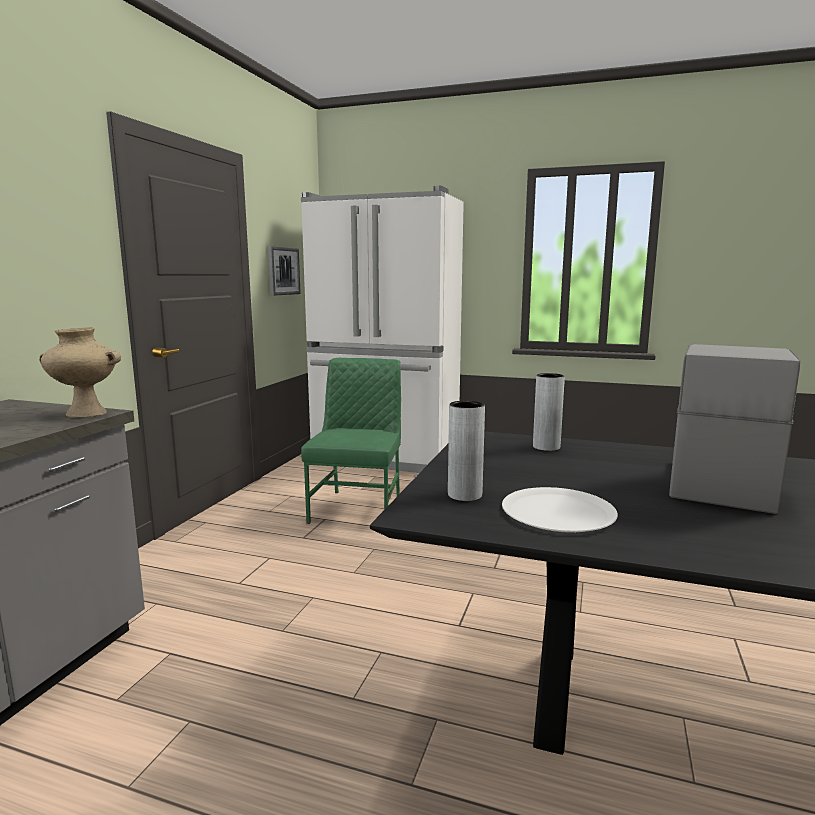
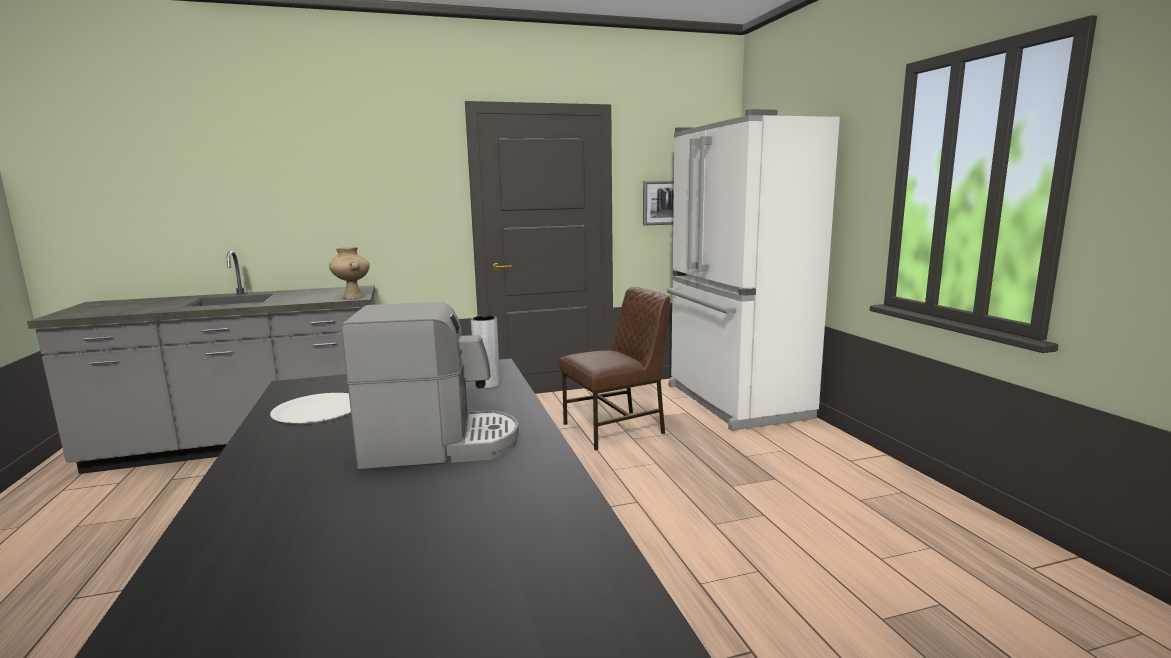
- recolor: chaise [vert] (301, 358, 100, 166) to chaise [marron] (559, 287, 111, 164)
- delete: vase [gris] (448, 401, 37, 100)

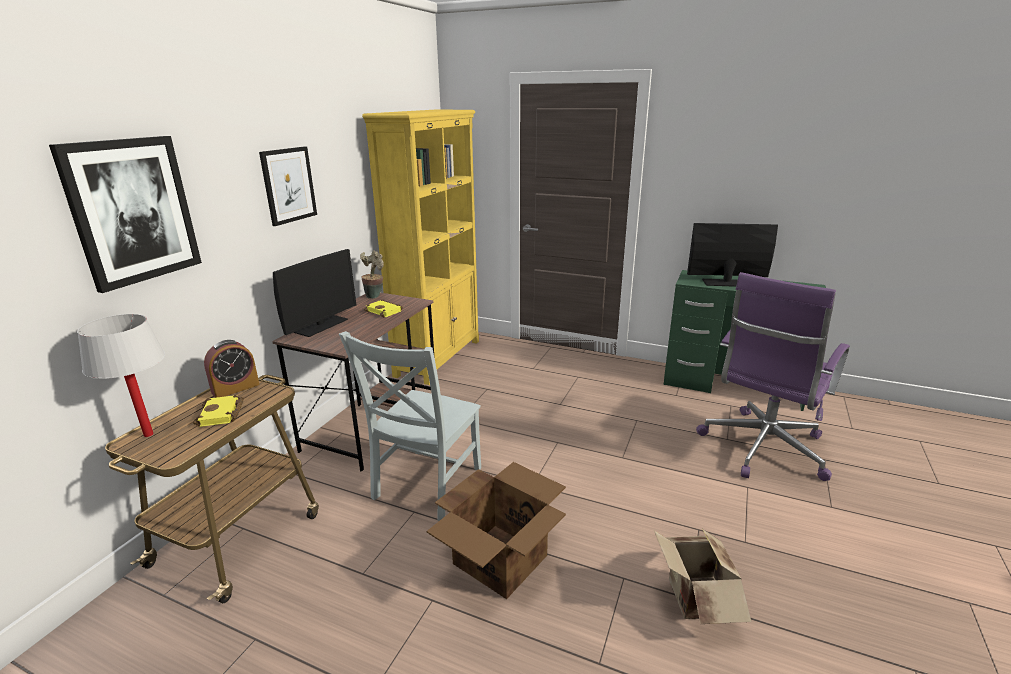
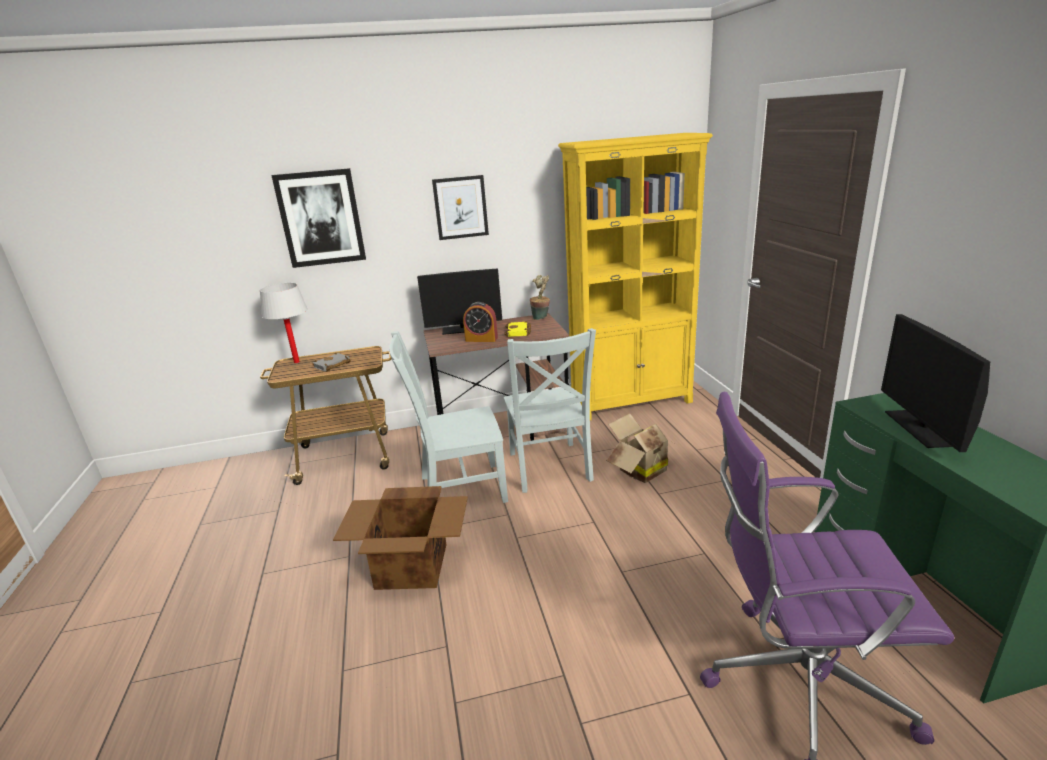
- recolor: livre [jaune] (193, 395, 51, 32) to livre [gris] (312, 353, 39, 19)
- move: réveil (204, 340, 56, 58) to (463, 302, 35, 40)
- move: carton (654, 529, 97, 95) to (606, 414, 70, 69)
- rotate: écran d'ordinateur (687, 223, 91, 64) = (881, 314, 109, 138) 150 degrees counterclockwise
- insert: chaise [gris] (504, 328, 92, 165)

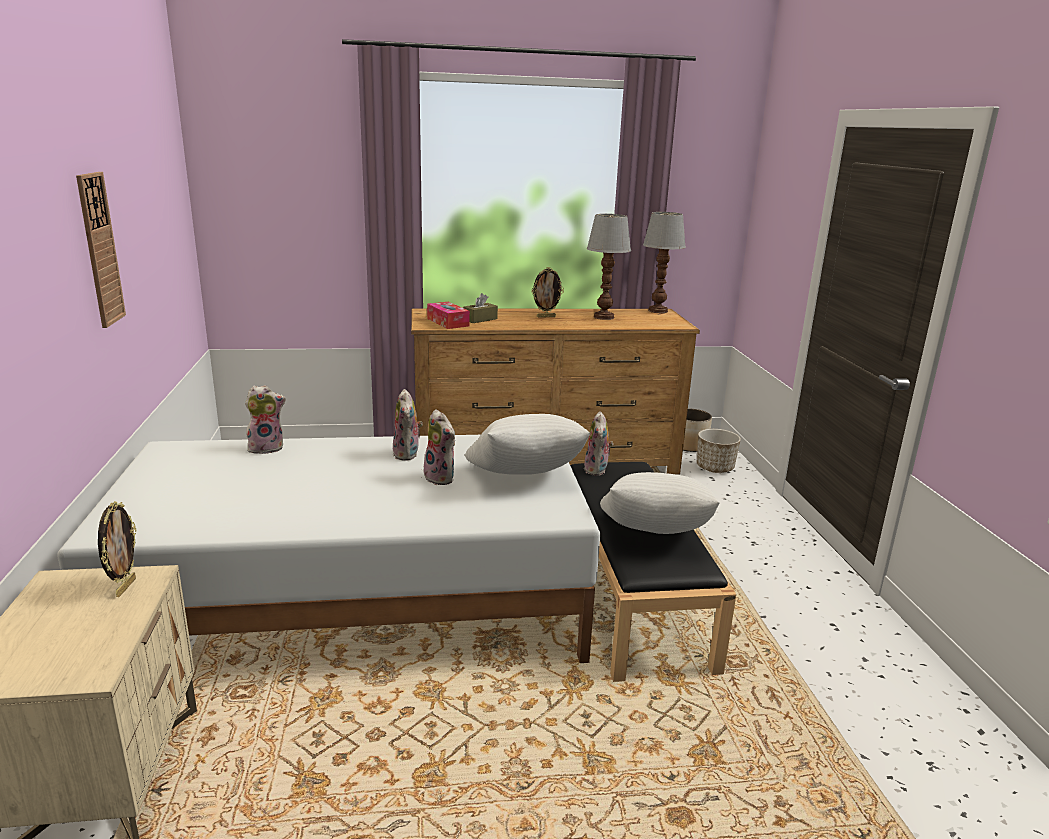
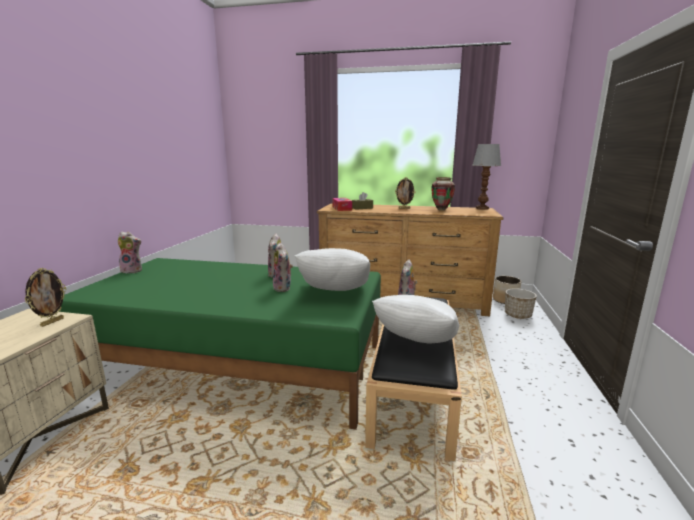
- recolor: lit [blanc] (57, 435, 543, 228) to lit [vert] (59, 258, 322, 172)
- delete: horloge murale (76, 172, 50, 156)
- move: peluche (245, 385, 41, 69) to (118, 231, 24, 42)
- replace: lampe de table (587, 214, 44, 106) to vase (431, 177, 24, 33)

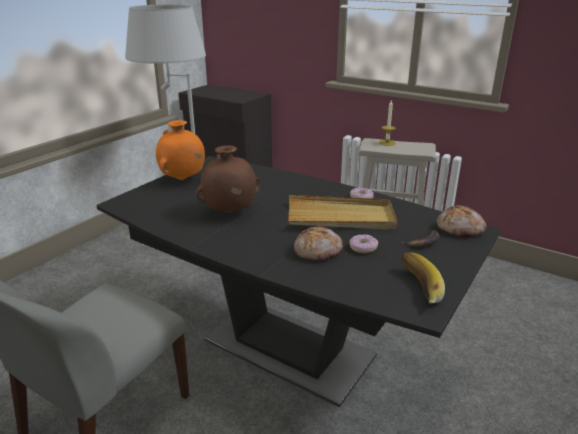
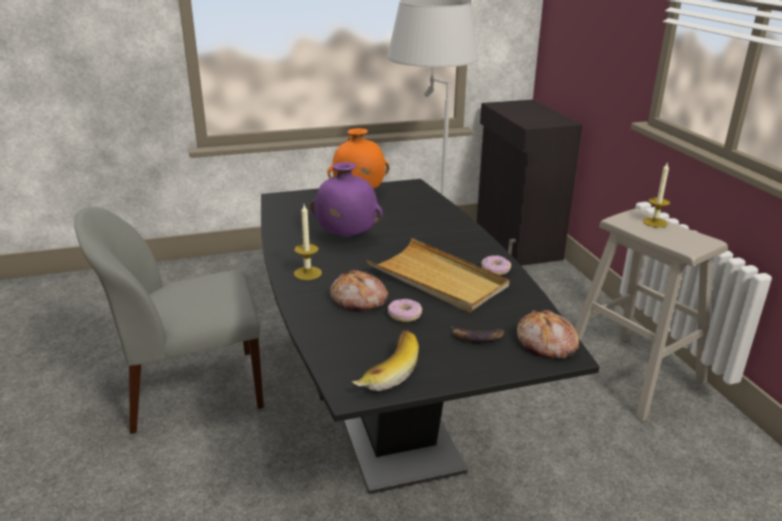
- recolor: vase [marron] (196, 145, 65, 68) to vase [violet] (310, 162, 73, 75)
- insert: bougie (294, 205, 28, 75)

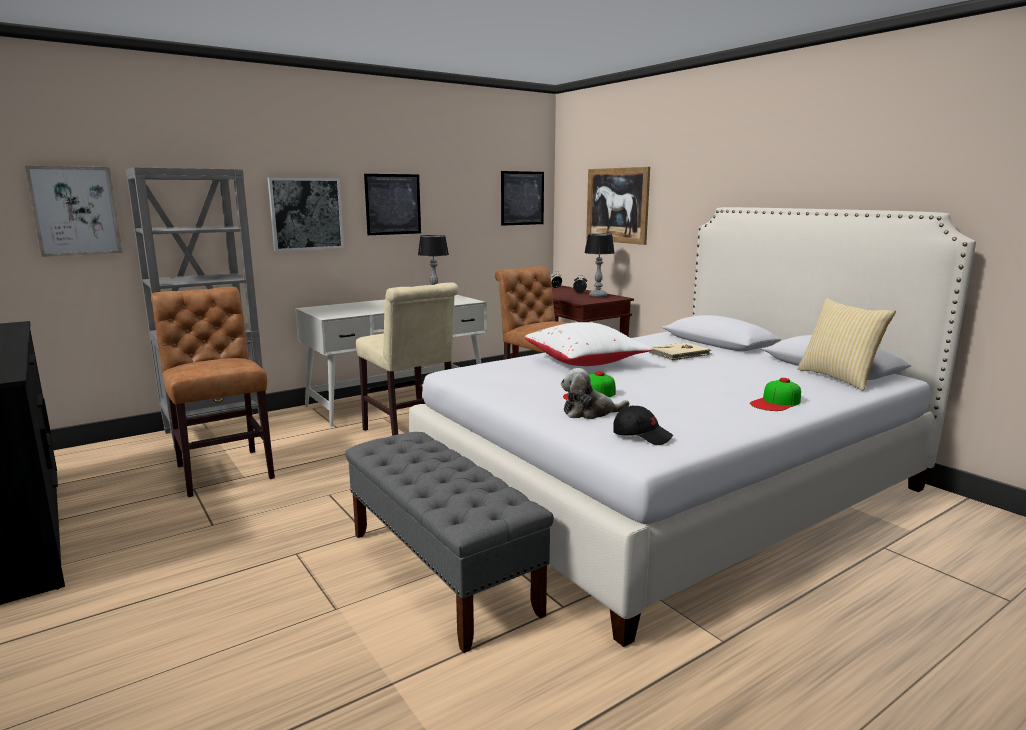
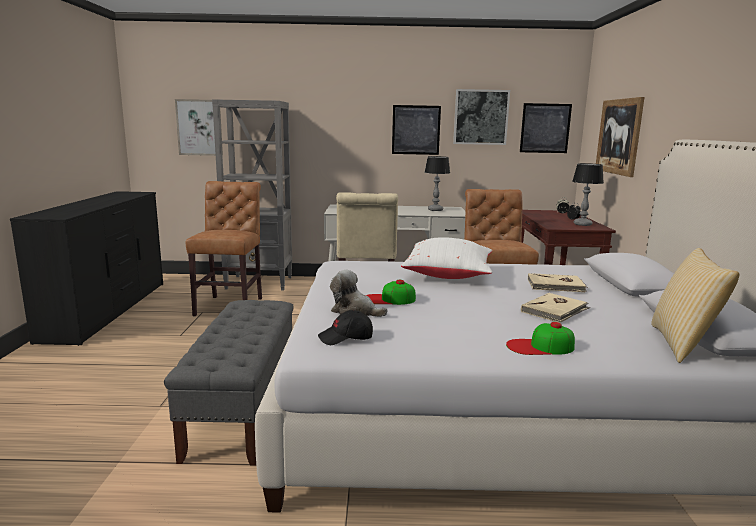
- move: tableau (268, 178, 76, 73) to (453, 89, 57, 56)
- rotate: casquette [noir] (613, 406, 60, 39) = (318, 310, 55, 35) 105 degrees clockwise
- insert: livre [beige] (521, 293, 69, 30)

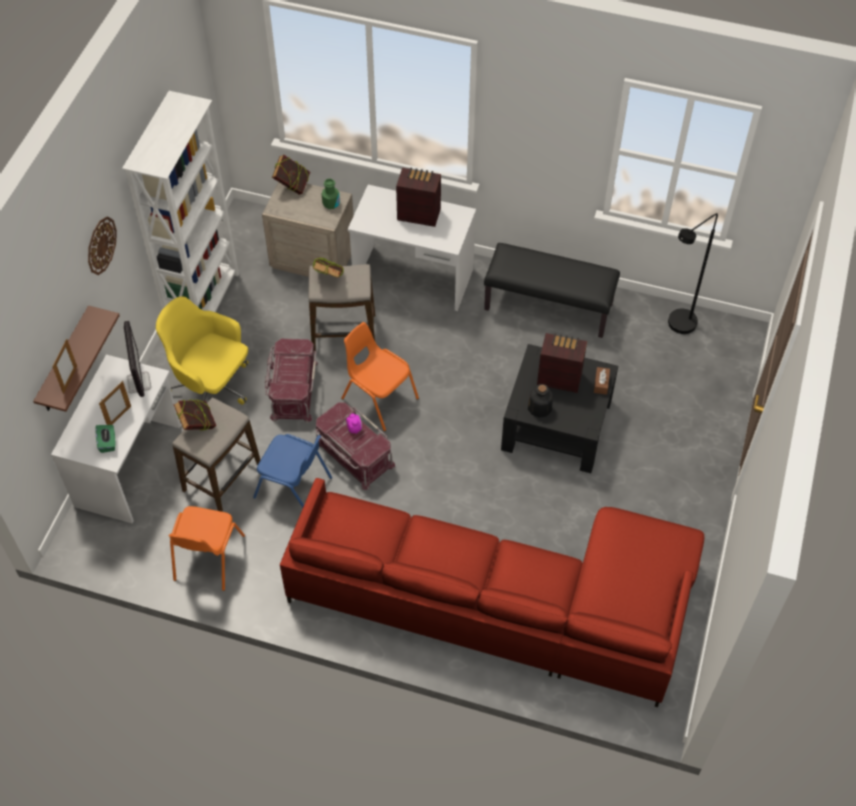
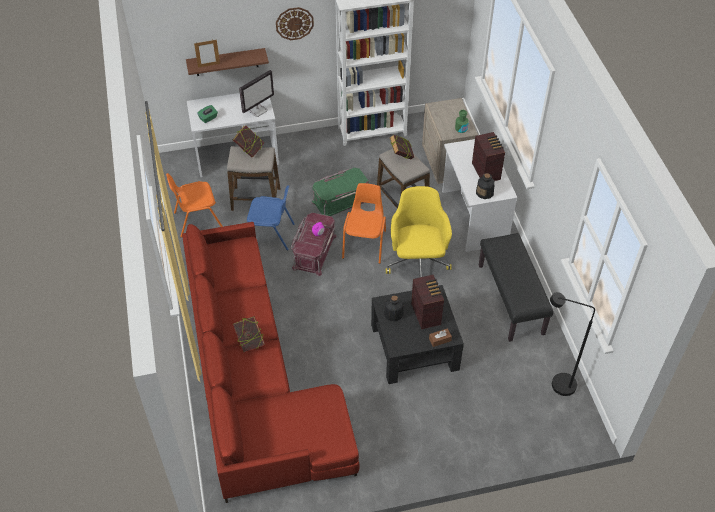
- delete: cadre photo (99, 381, 32, 44)
- move: chaise de bureau [jaune] (156, 296, 92, 109) to (386, 186, 66, 91)
- rotate: chaise [bleu] (253, 434, 79, 74) = (247, 185, 48, 66) 75 degrees counterclockwise
- recolor: boîte de rangement [rouge] (265, 339, 53, 84) to boîte de rangement [vert] (311, 168, 58, 48)
- move: livre (272, 154, 38, 41) to (233, 316, 32, 36)
- insert: bouteille (476, 173, 19, 26)

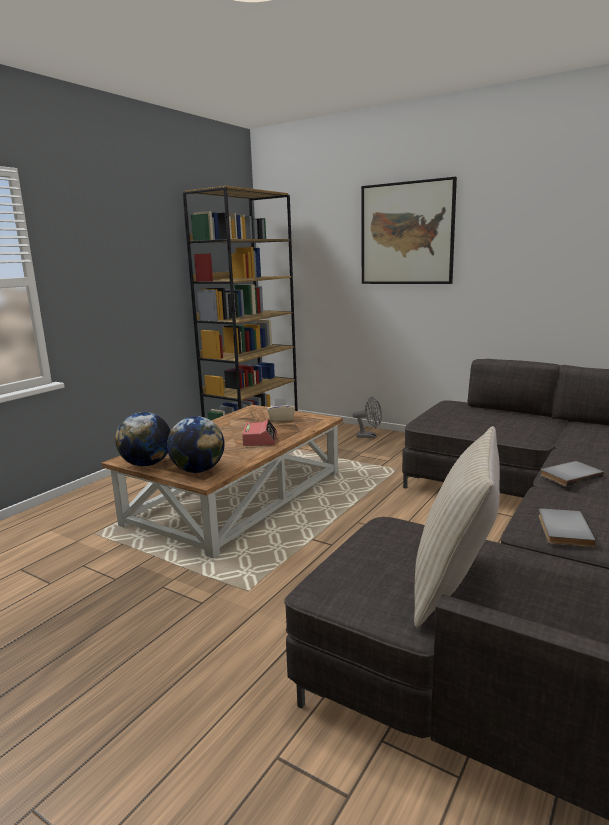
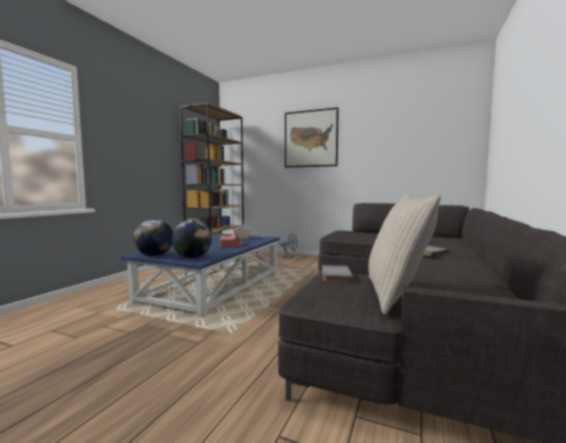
- recolor: table basse [marron] (101, 405, 242, 153) to table basse [bleu] (121, 233, 159, 84)
- move: livre [gris] (538, 508, 58, 39) to (321, 265, 33, 17)

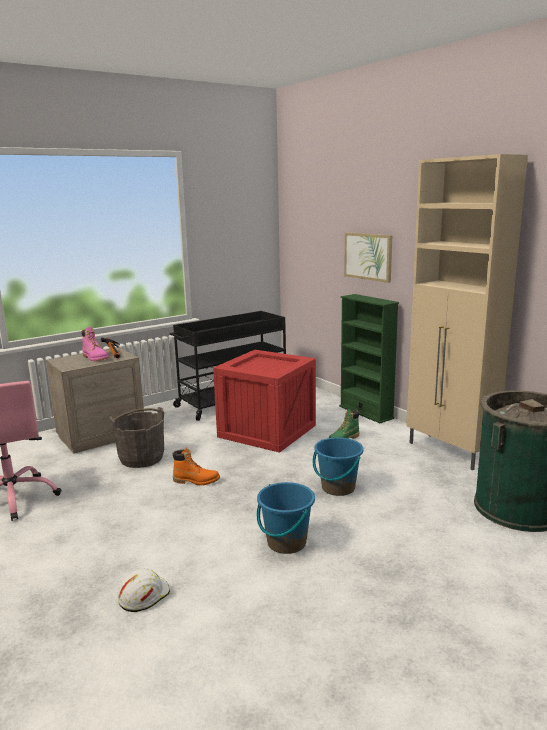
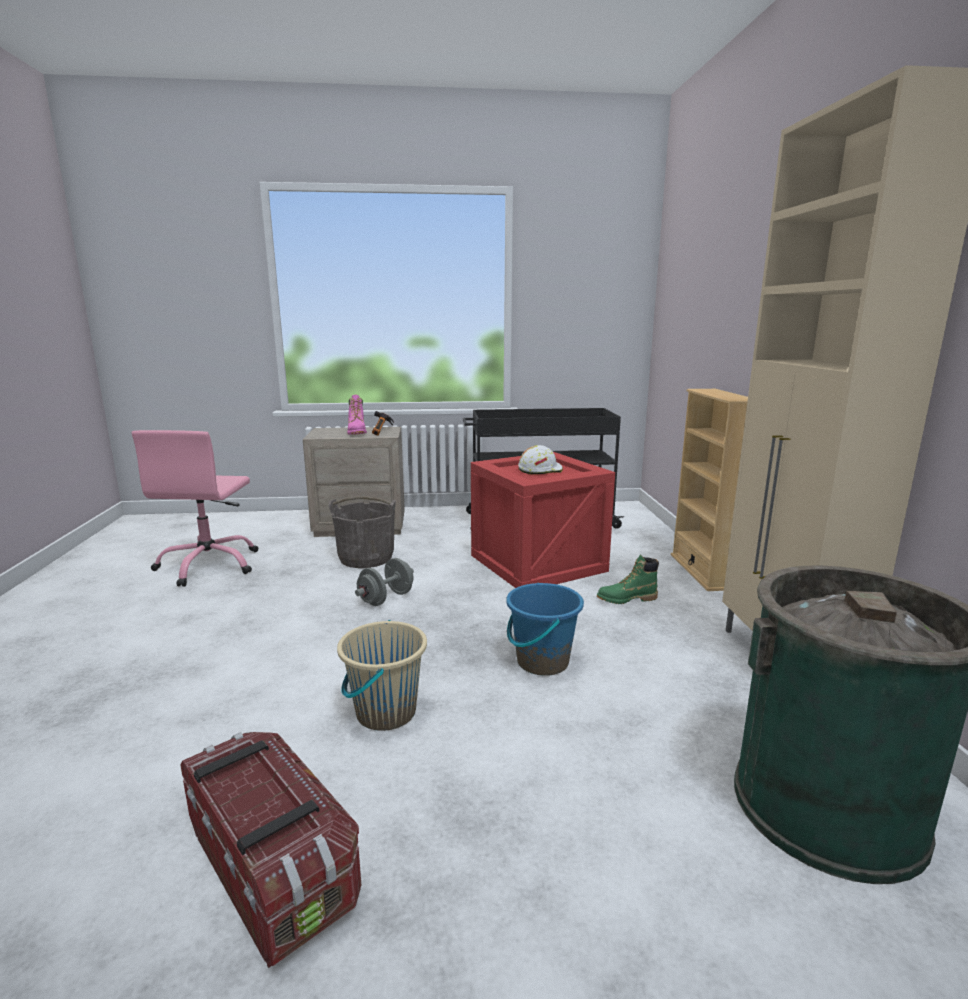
- move: casque de chantier [blanc] (117, 569, 53, 43) to (518, 445, 45, 29)
- replace: botte [orange] (173, 447, 47, 39) to haltère [gris] (355, 558, 59, 48)
- recolor: seau [bleu] (257, 482, 58, 72) to seau [beige] (337, 620, 90, 111)
- recolor: bibliothèque [vert] (339, 294, 60, 129) to bibliothèque [beige] (671, 389, 77, 202)
- delete: tableau (344, 233, 48, 50)
- insert: boîte de rangement (180, 732, 181, 236)

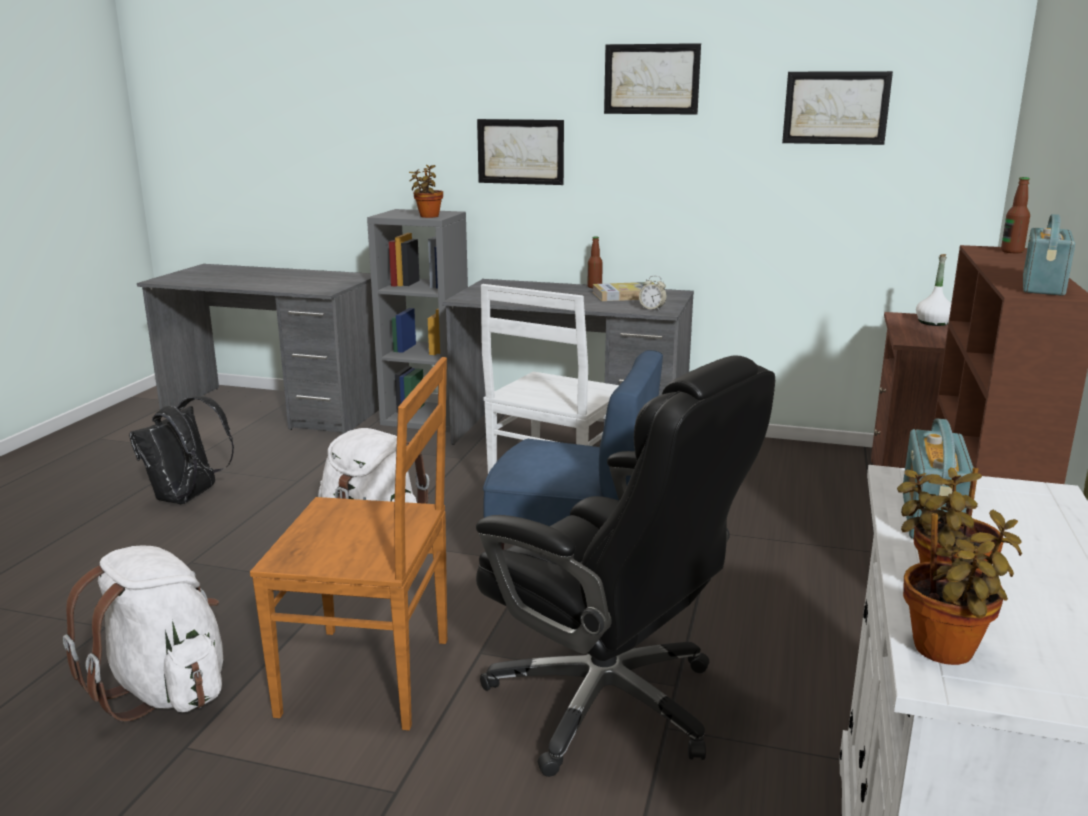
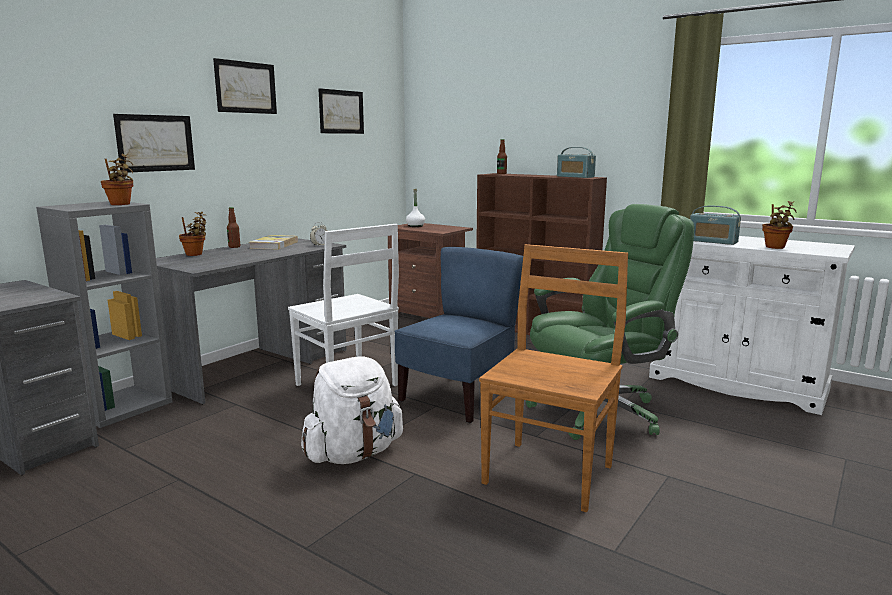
- delete: sac à dos [blanc] (63, 546, 160, 175)
- delete: sac à dos [noir] (129, 396, 105, 108)
- recolor: chaise de bureau [noir] (476, 355, 299, 422) to chaise de bureau [vert] (526, 204, 168, 236)
- move: plante en pot (903, 510, 119, 155) to (179, 212, 28, 44)

